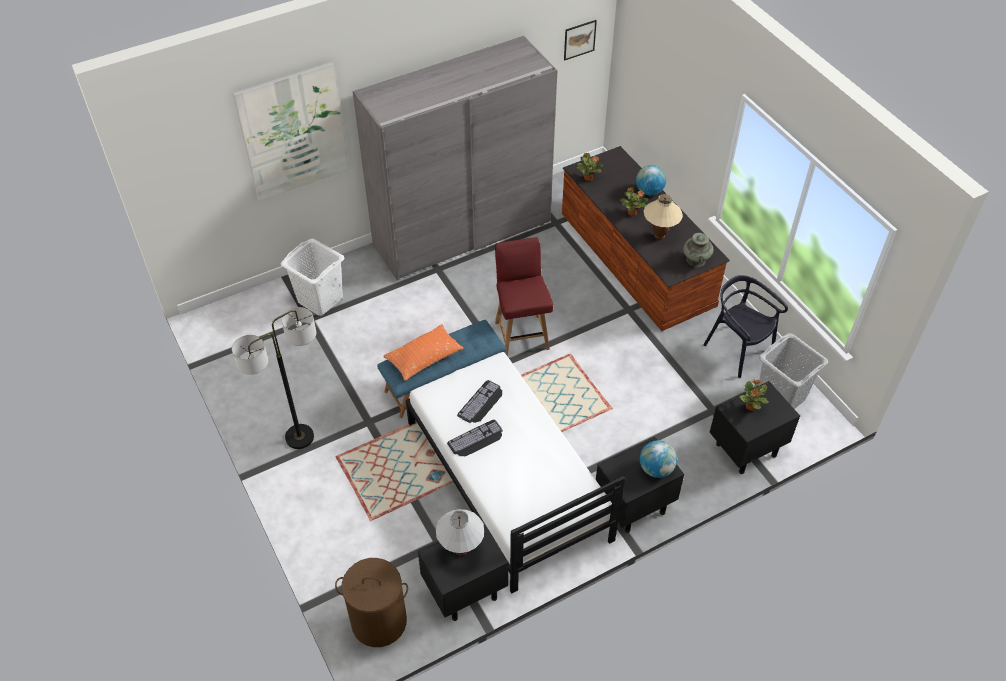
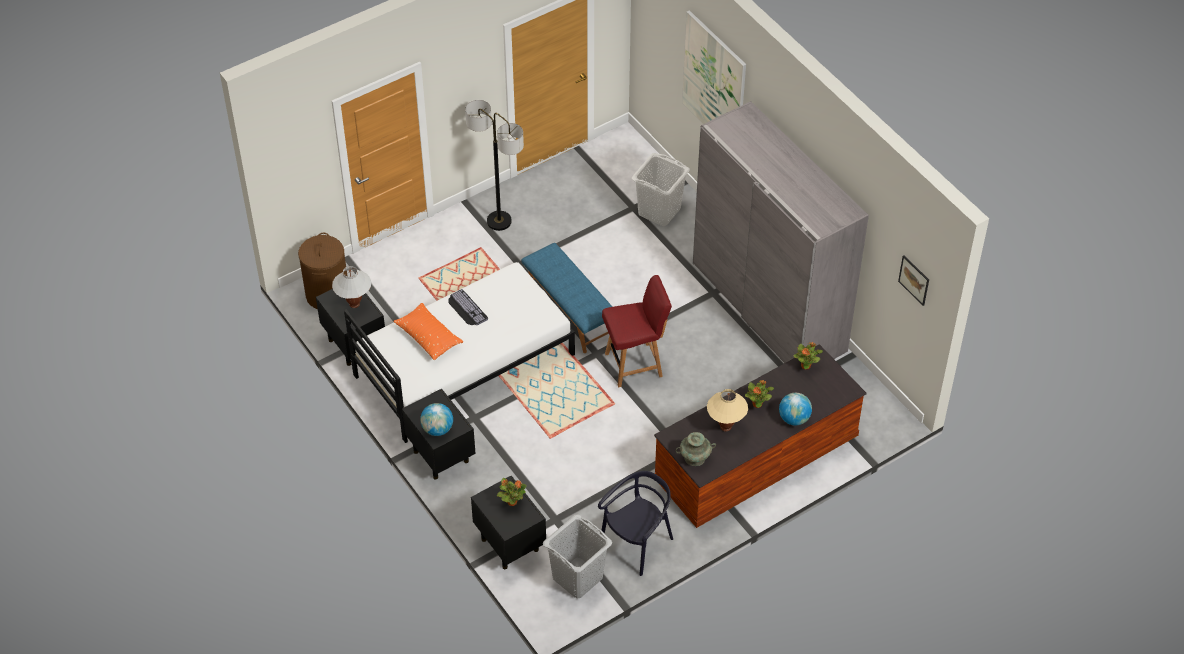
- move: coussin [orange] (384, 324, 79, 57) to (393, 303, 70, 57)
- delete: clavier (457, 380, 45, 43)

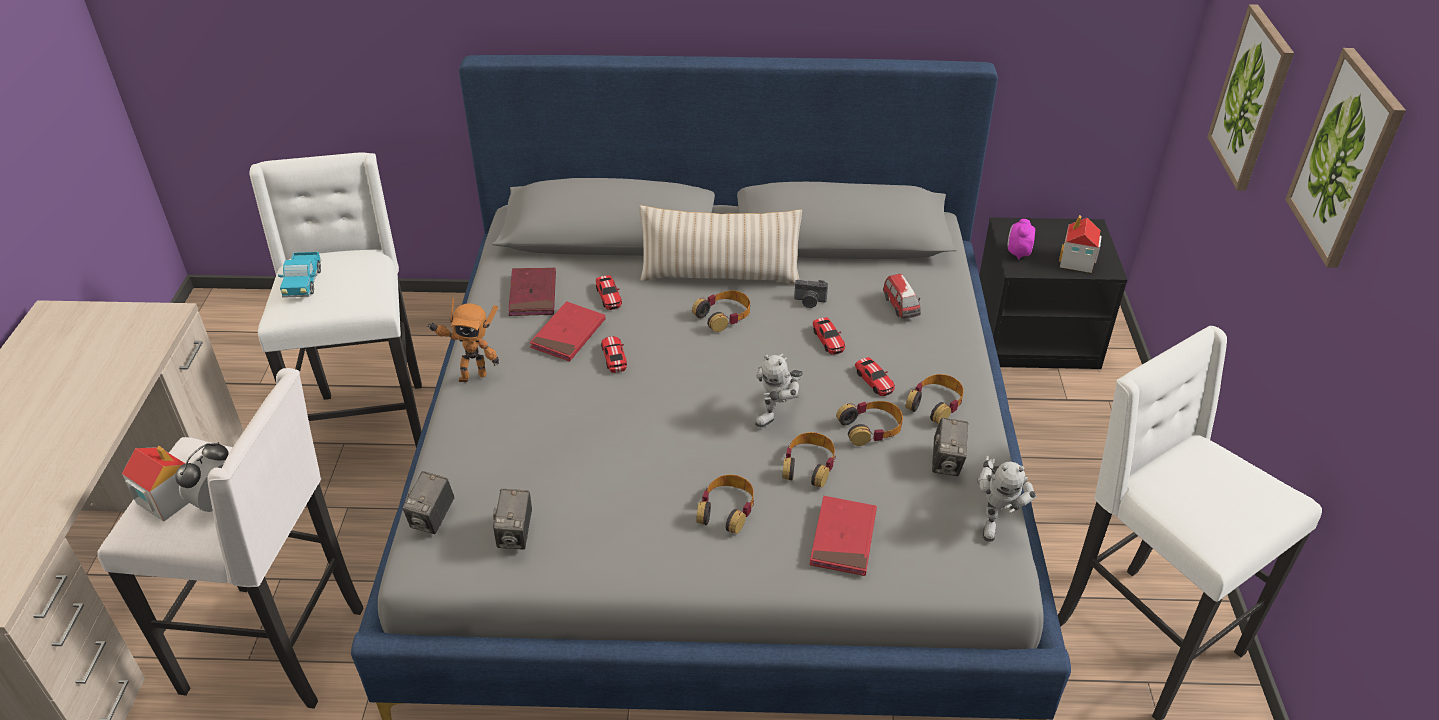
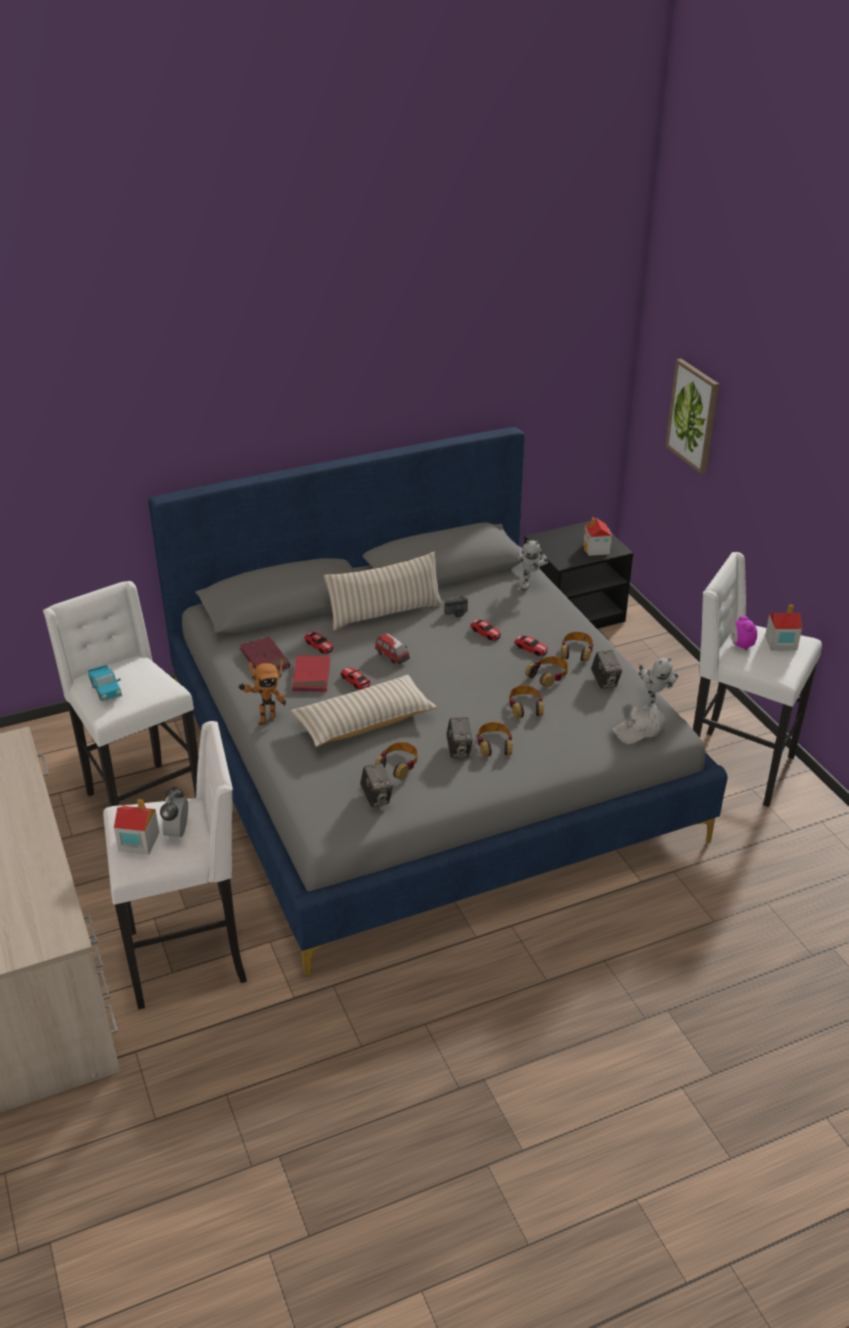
- move: appareil photo (403, 471, 52, 63) to (446, 717, 27, 41)
- move: casque audio (692, 290, 58, 42) to (375, 742, 43, 38)
- move: robot jouet (755, 354, 48, 74) to (517, 540, 31, 51)
- delete: livre [rouge] (809, 496, 68, 80)
- move: petite voiture (883, 274, 38, 45) to (375, 633, 35, 31)
- move: réveil (1008, 219, 27, 41) to (731, 616, 26, 35)
- delete: tableau (1285, 48, 121, 220)
- insert: coussin [beige] (290, 675, 147, 72)
- insert: casquette [blanc] (612, 706, 53, 38)
- insert: maison miniature (765, 605, 37, 46)

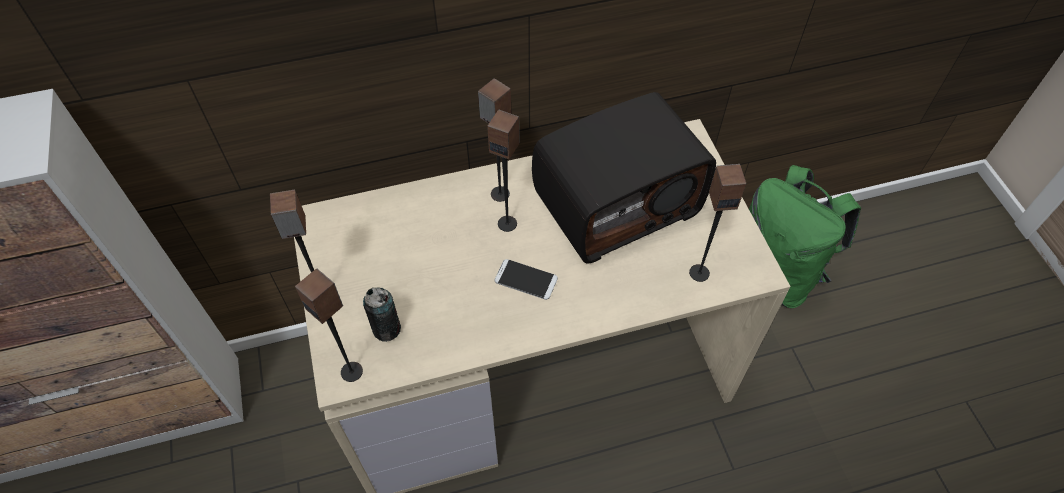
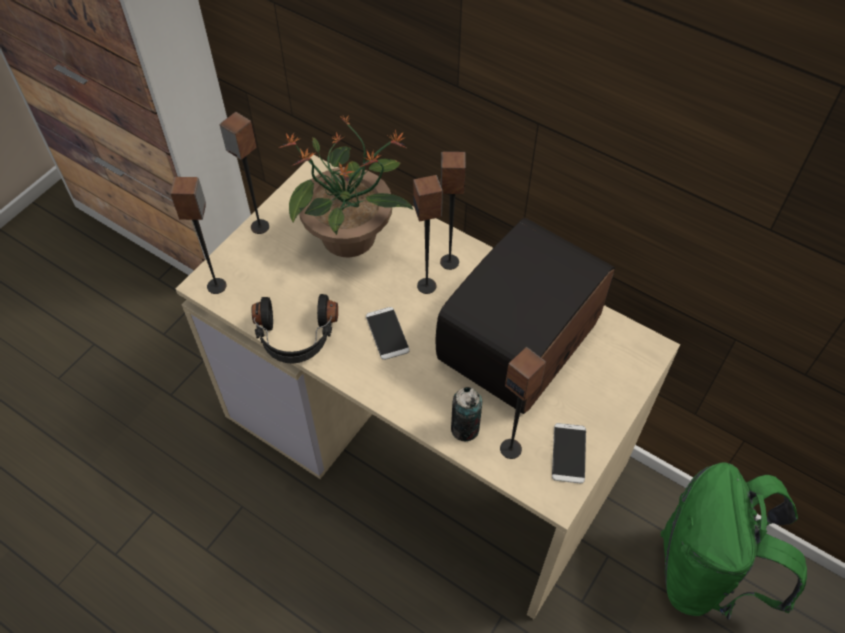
- move: boîte métallique (363, 287, 38, 54) to (451, 387, 31, 54)
- rotate: radio (532, 92, 184, 172) = (435, 218, 180, 196) 105 degrees clockwise
- insert: casque audio [noir] (252, 294, 86, 70)
- insert: plante en pot (279, 115, 135, 143)
- insert: téléphone (552, 423, 34, 61)

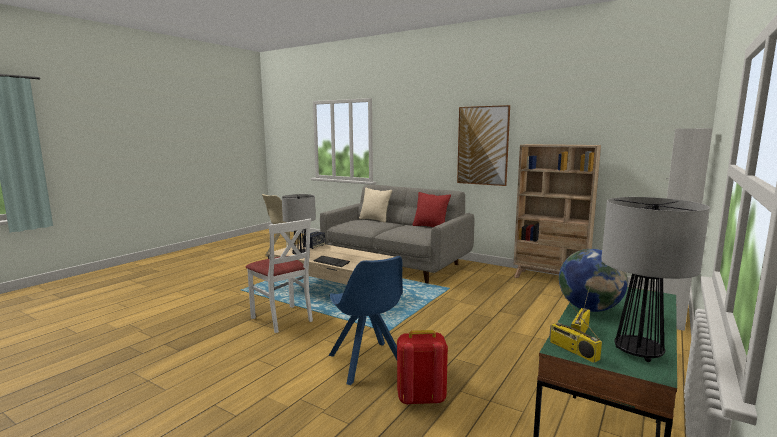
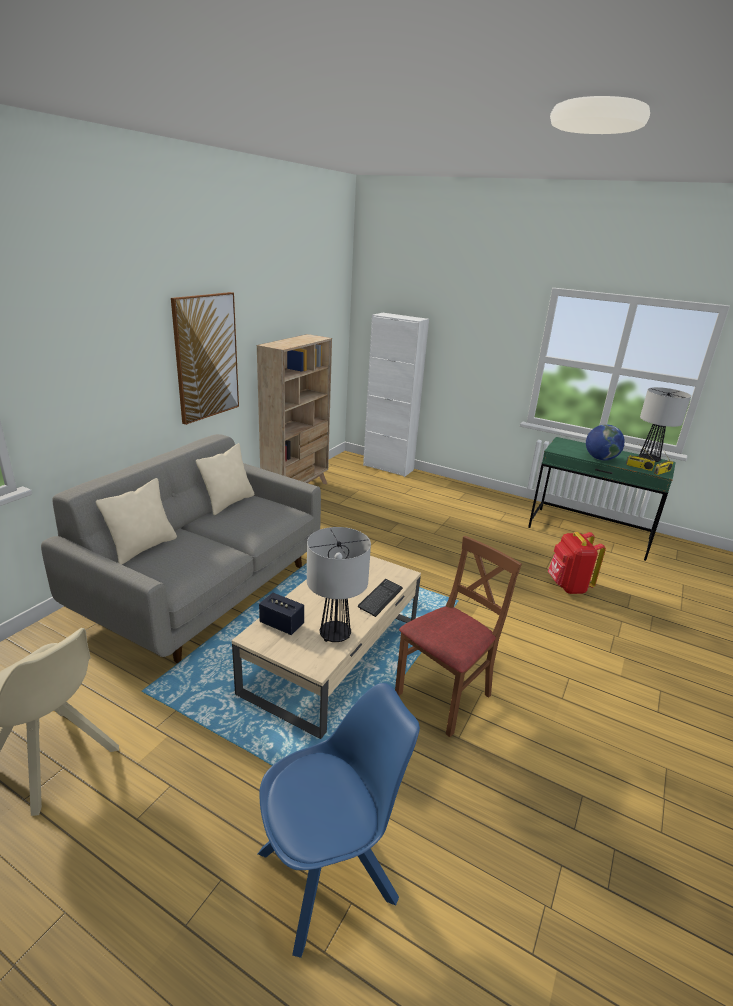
- recolor: chaise [blanc] (246, 219, 67, 114) to chaise [marron] (395, 536, 127, 201)
- move: chaise [bleu] (329, 256, 74, 129) to (258, 683, 162, 275)
- recolor: coussin [rouge] (413, 192, 38, 35) to coussin [beige] (196, 443, 58, 72)

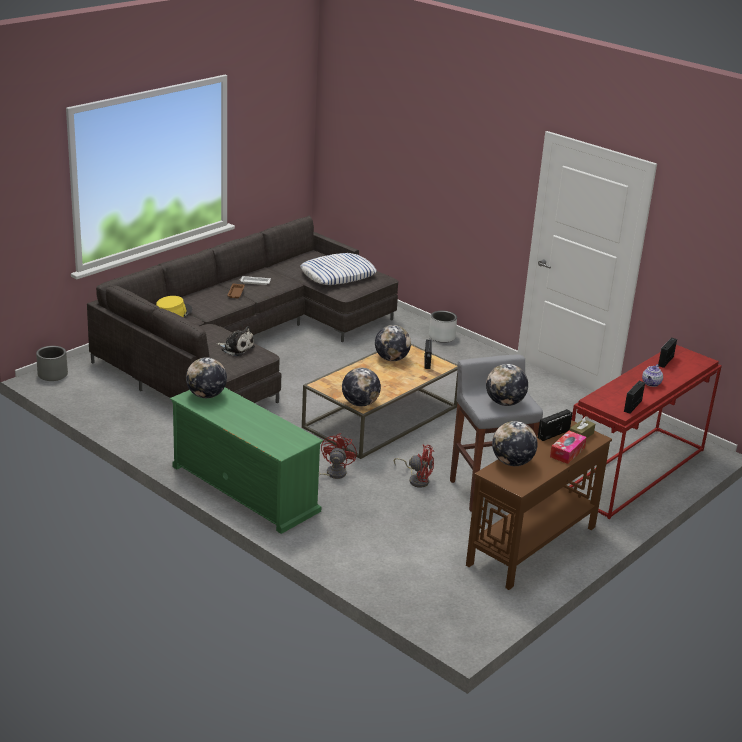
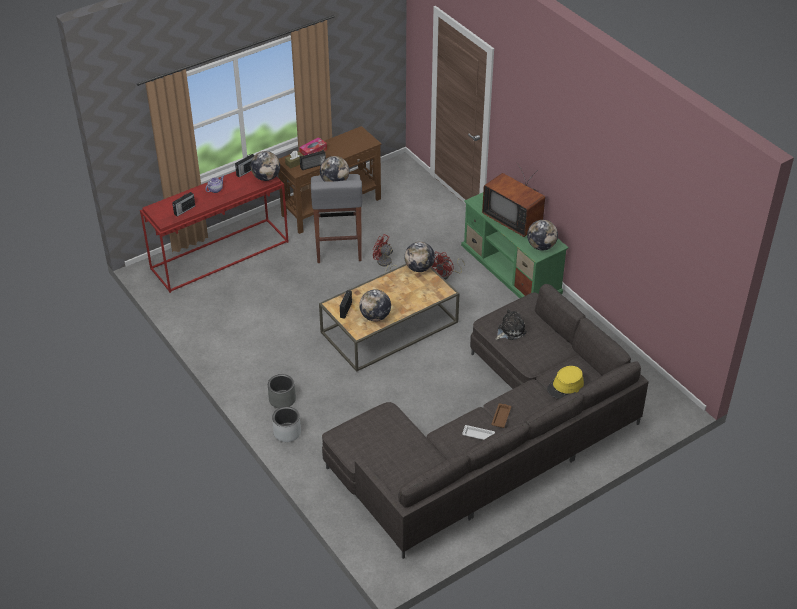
- move: cache-pot [gris] (36, 346, 32, 35) to (268, 374, 28, 35)
- rotate: peluche (216, 326, 39, 30) = (495, 309, 32, 31) 105 degrees clockwise
- delete: coussin (300, 253, 77, 32)
- move: globe (492, 421, 46, 45) to (251, 151, 29, 30)
- insert: téléviseur (482, 163, 63, 74)

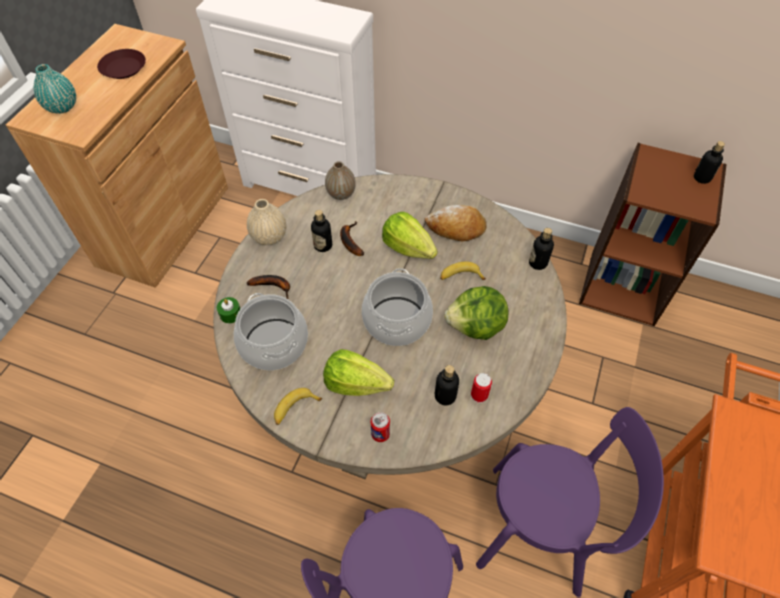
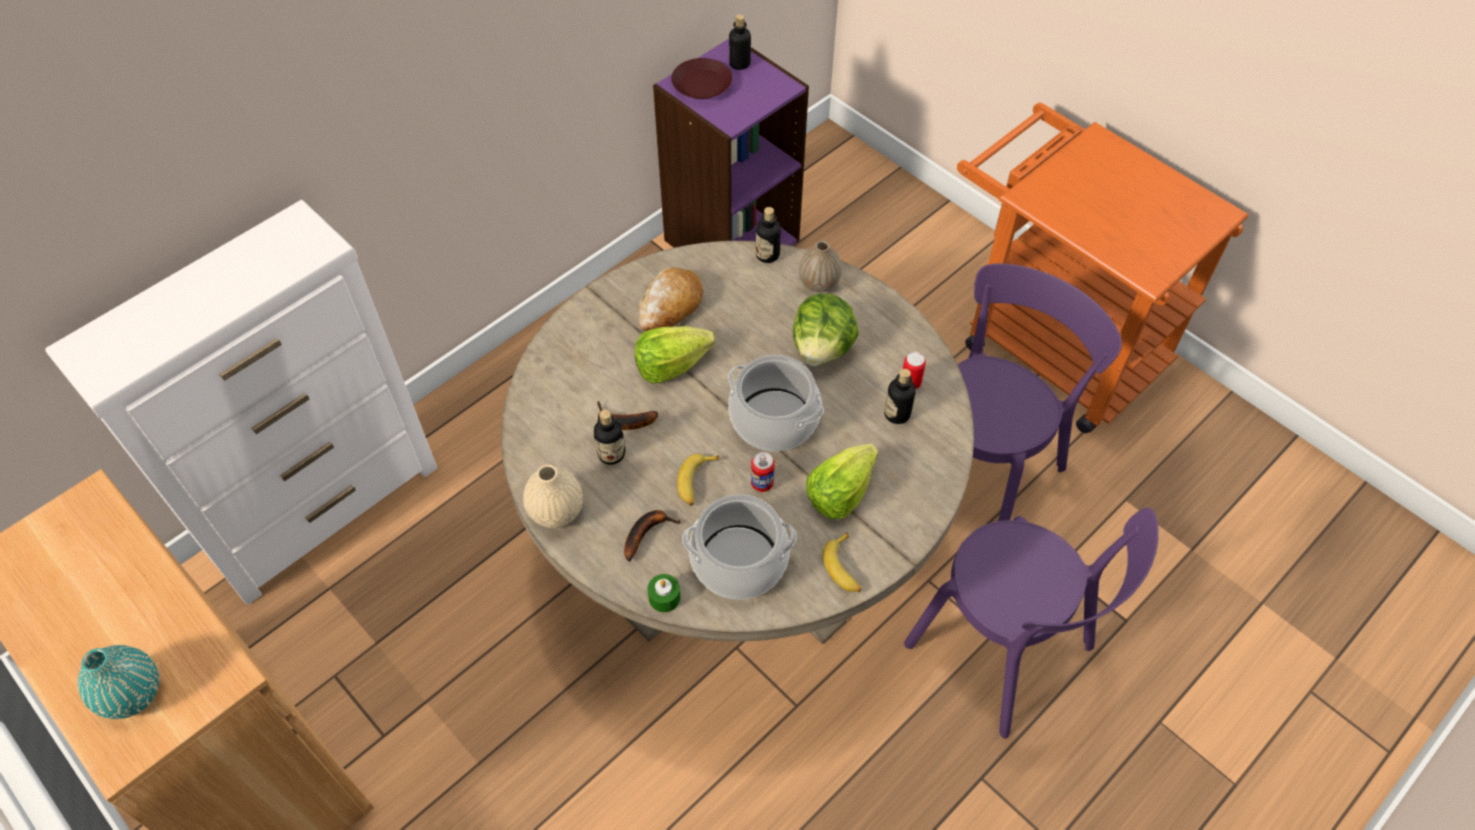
- move: assiette [marron] (97, 49, 49, 30) to (671, 58, 61, 41)
- move: vase (325, 161, 31, 39) to (799, 241, 43, 52)
- move: boîte métallique (371, 412, 19, 30) to (751, 452, 24, 40)
- move: banane (440, 262, 46, 18) to (677, 454, 42, 52)
- recolor: bibliothèque [marron] (579, 143, 148, 183) to bibliothèque [violet] (653, 39, 156, 209)

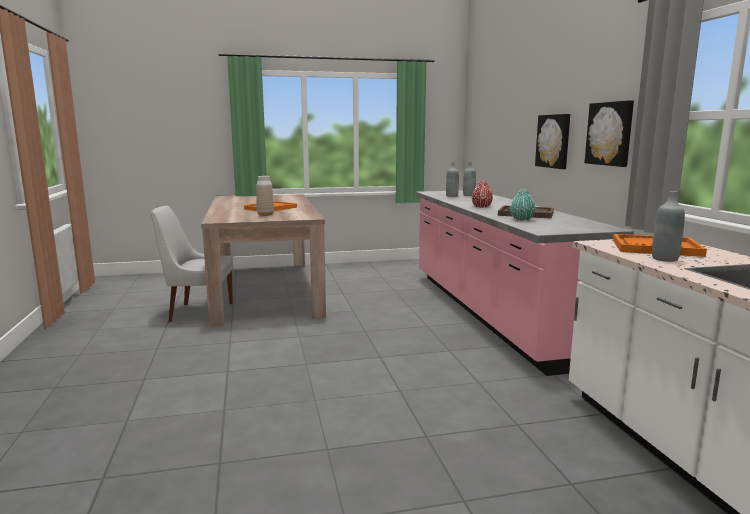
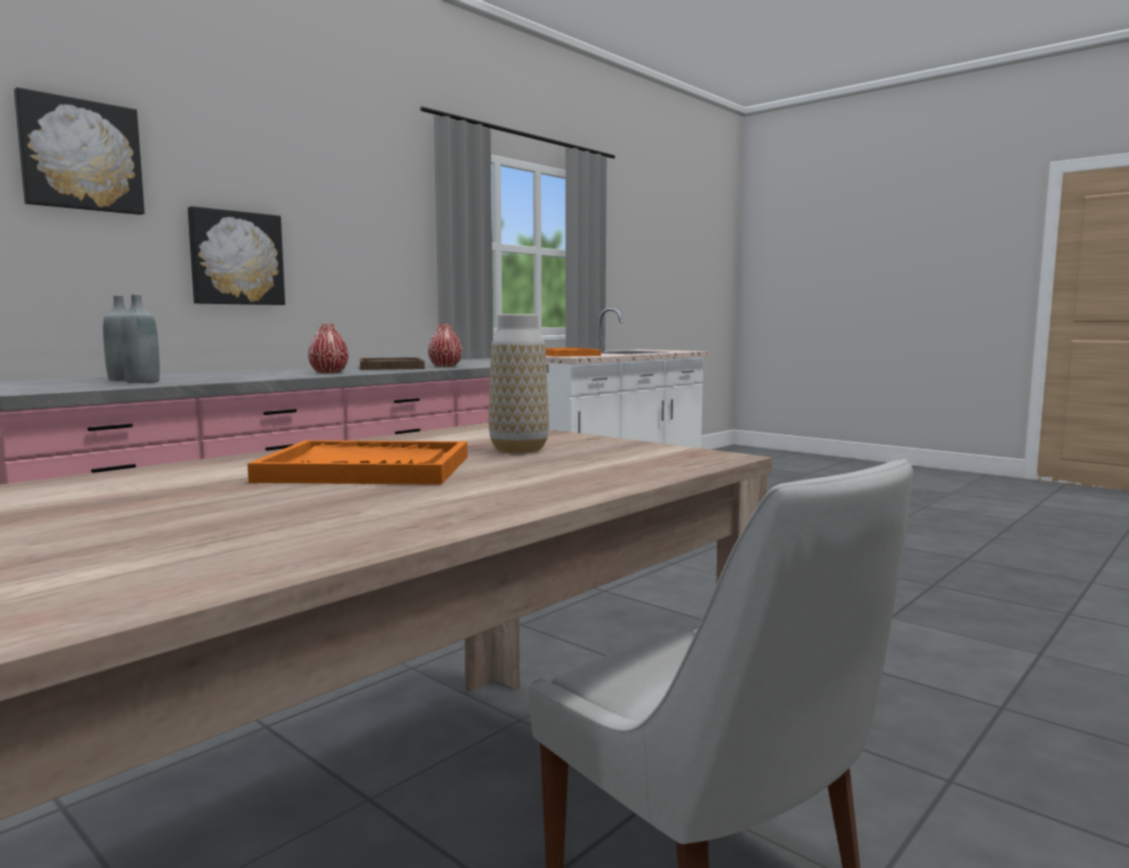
- recolor: vase [turquoise] (510, 189, 25, 31) to vase [rouge] (428, 324, 34, 43)
- move: tableau (584, 100, 50, 67) to (14, 87, 131, 128)
- delete: bouteille [gris] (652, 191, 33, 71)

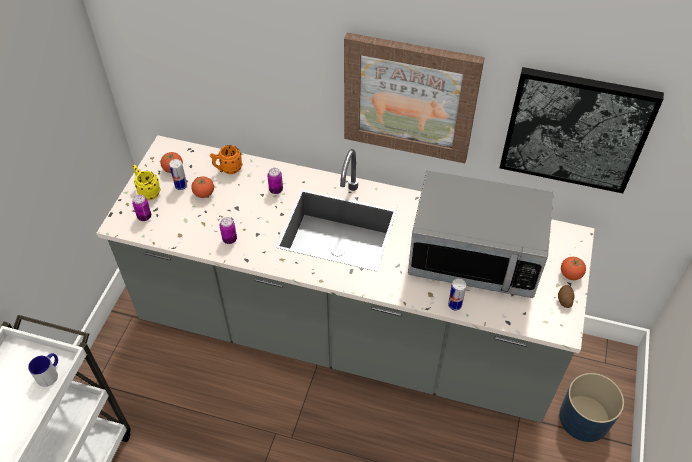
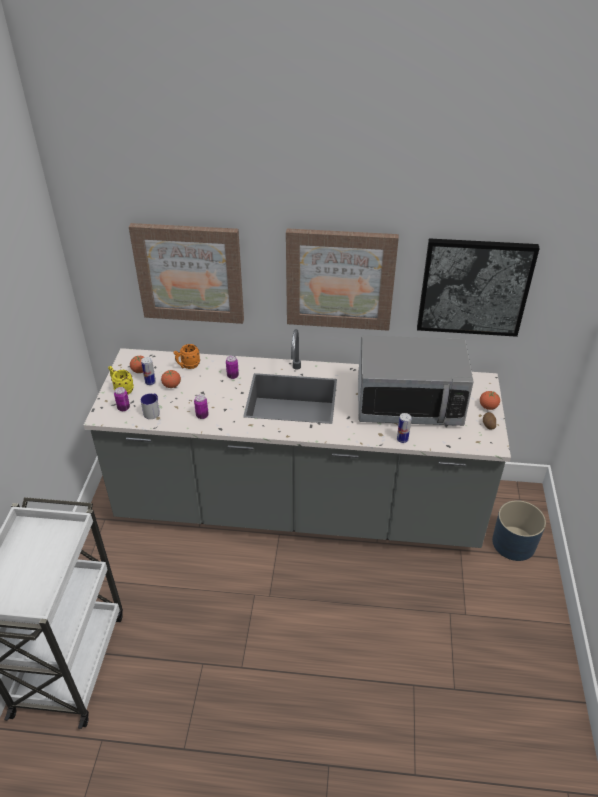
- move: mug (28, 353, 30, 34) to (141, 394, 19, 25)
- insert: tableau (129, 223, 115, 101)

